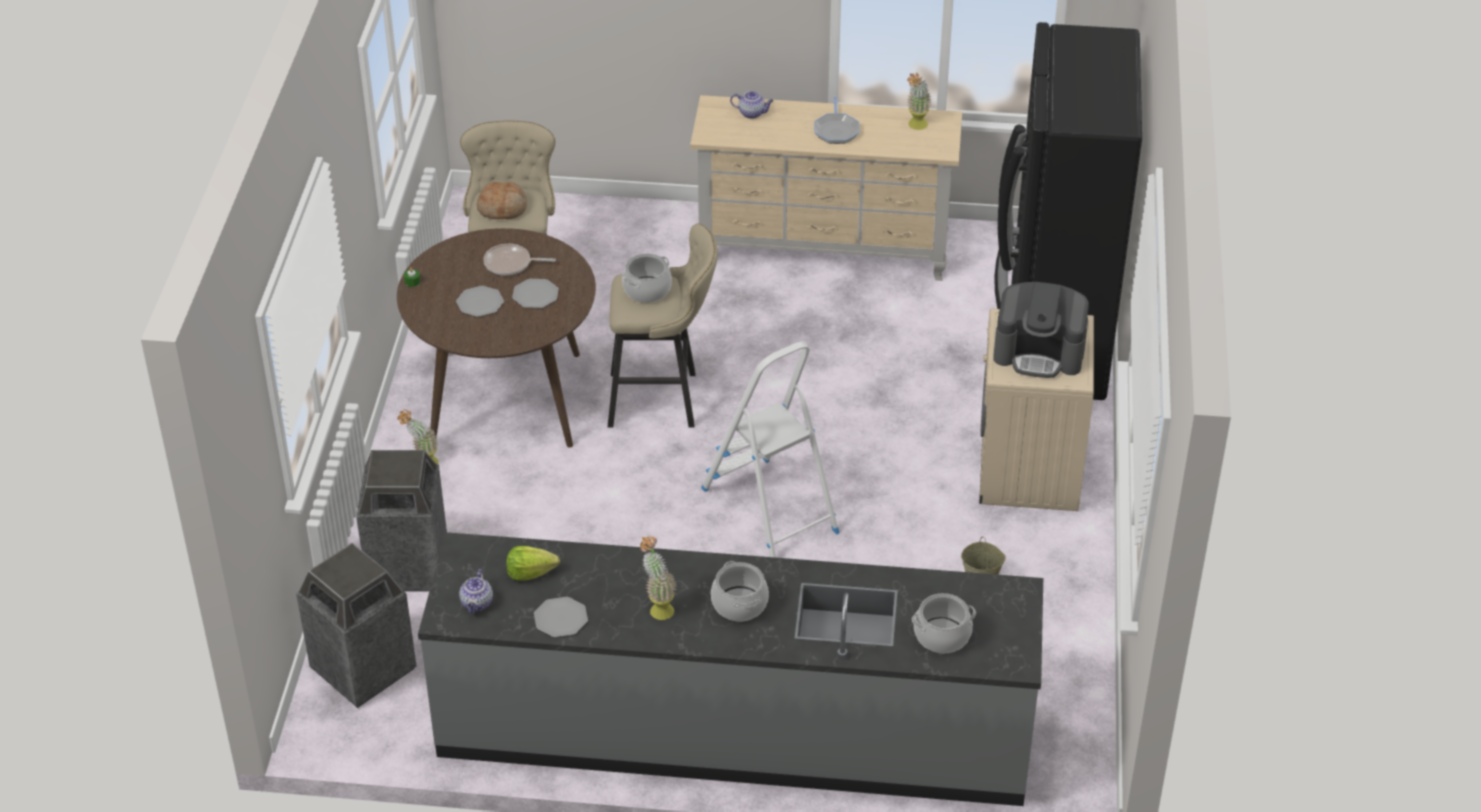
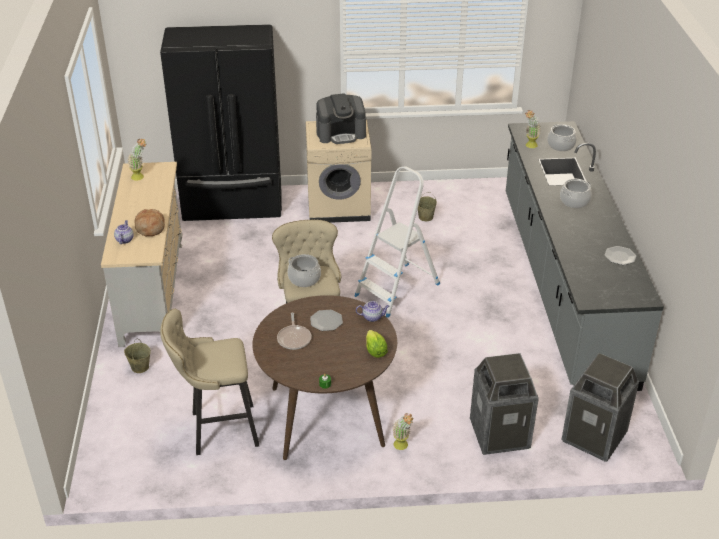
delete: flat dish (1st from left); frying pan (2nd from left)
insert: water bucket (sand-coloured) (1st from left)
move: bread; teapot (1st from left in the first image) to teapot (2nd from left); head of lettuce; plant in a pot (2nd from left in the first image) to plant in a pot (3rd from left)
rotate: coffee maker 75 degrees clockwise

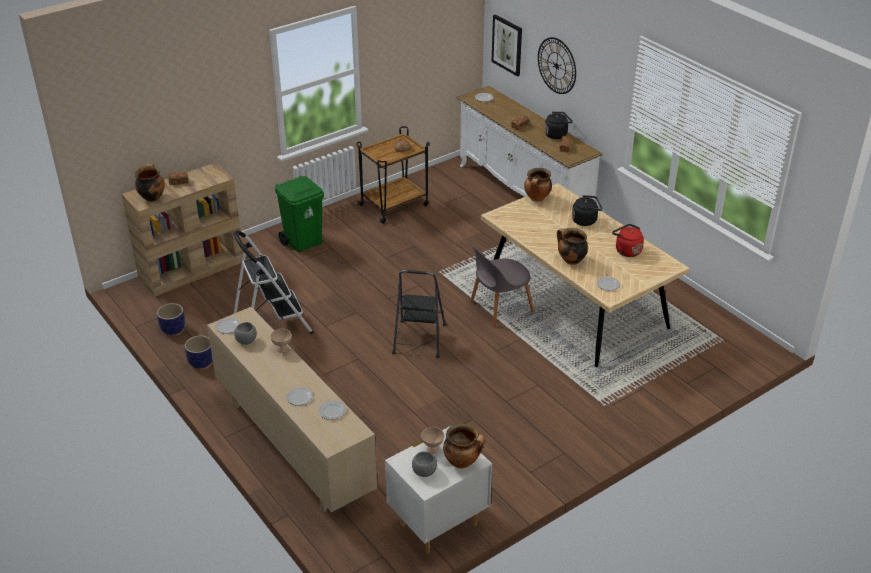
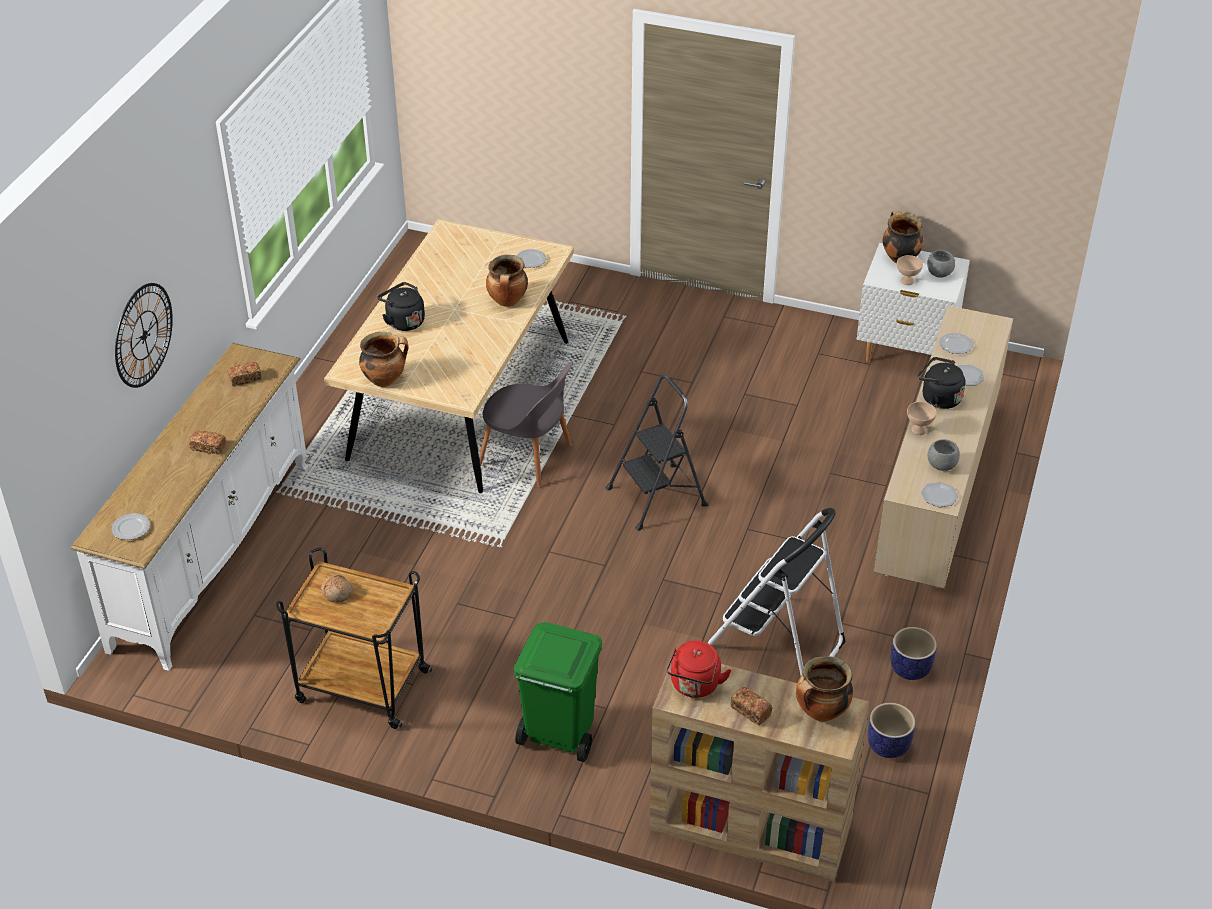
delete: picture
move: kettle (reddish); kettle (black) (1st from left in the first image) to kettle (black) (2nd from left)

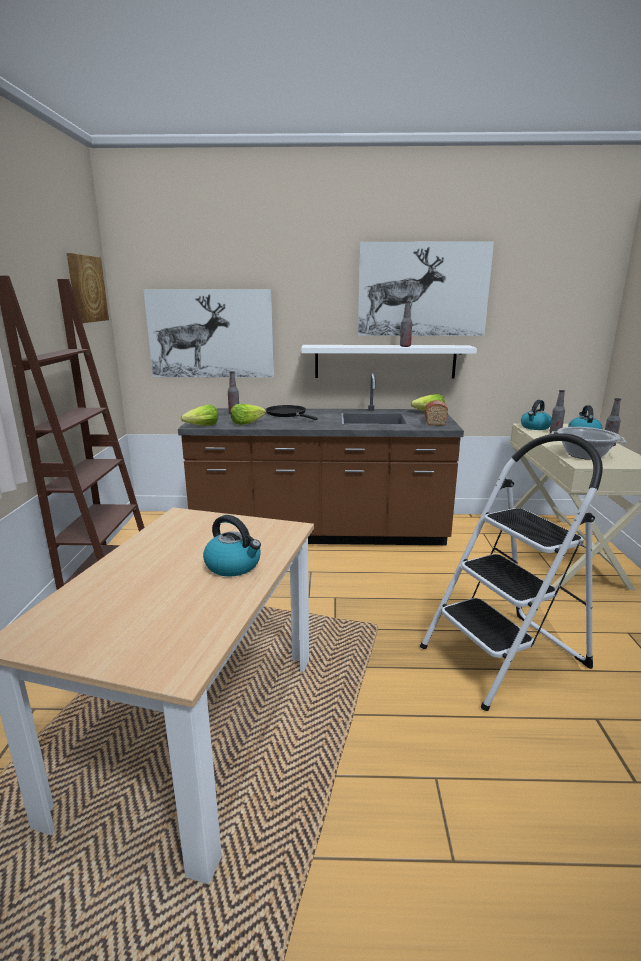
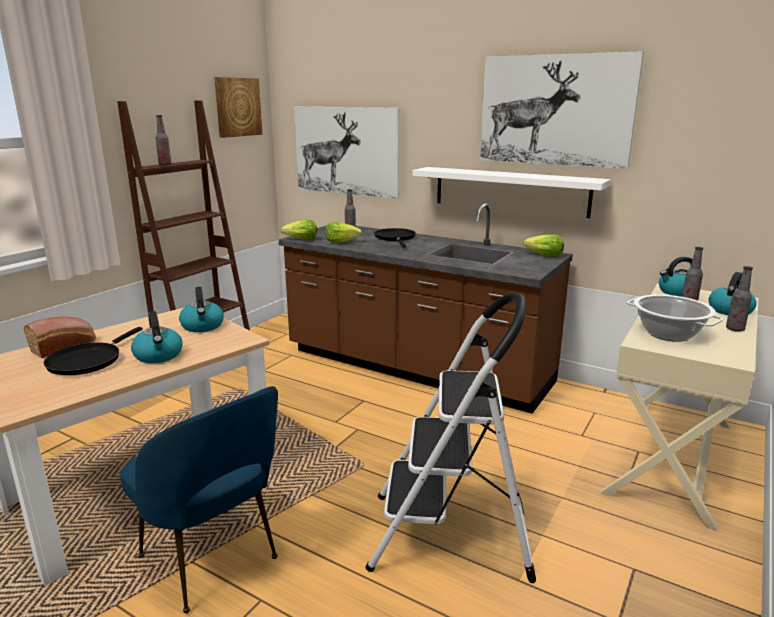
insert: frying pan (black) (1st from left); chair (blue); kettle (2nd from left)
move: bread; bottle (2nd from left in the first image) to bottle (1st from left)

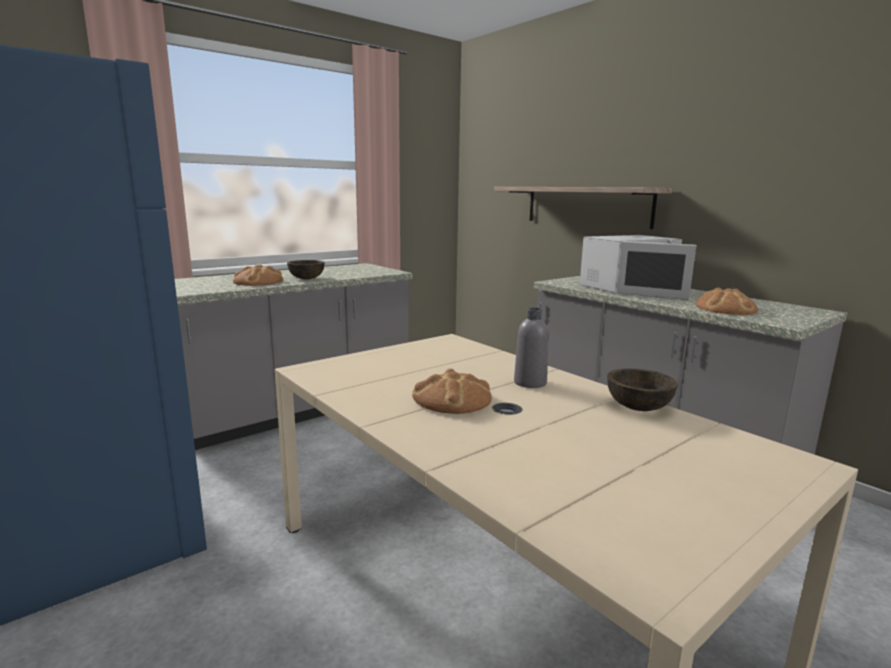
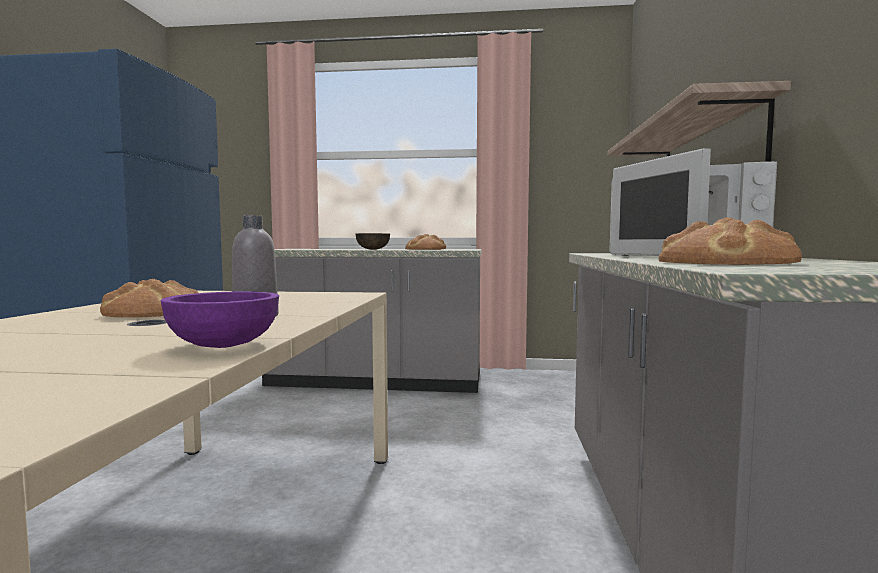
move: bread (1st from left in the first image) to bread (2nd from left)
recolor: serving bowl (brown-coloured) (2nd from left) to serving bowl (purple)

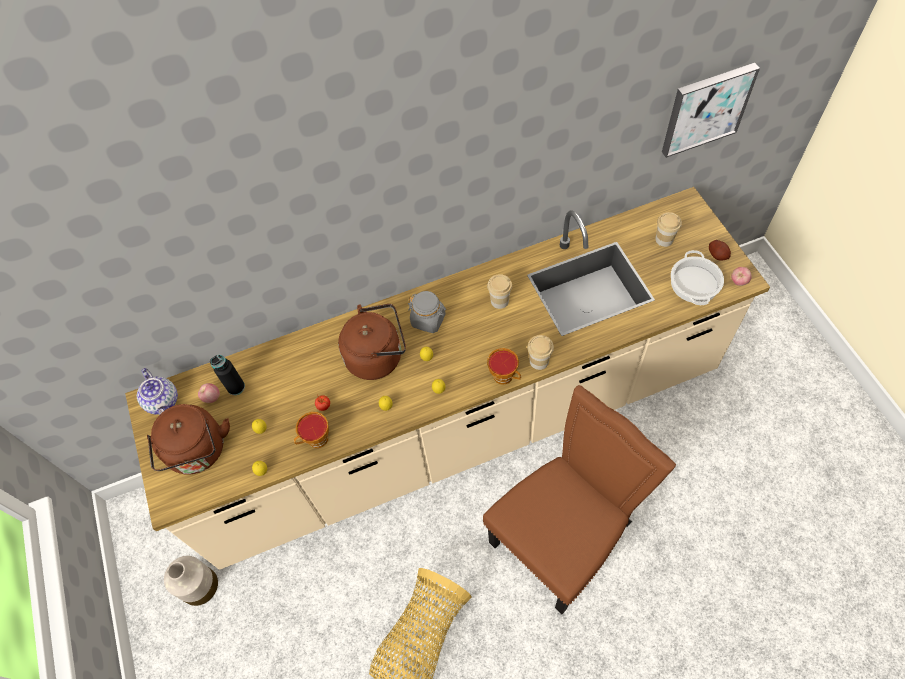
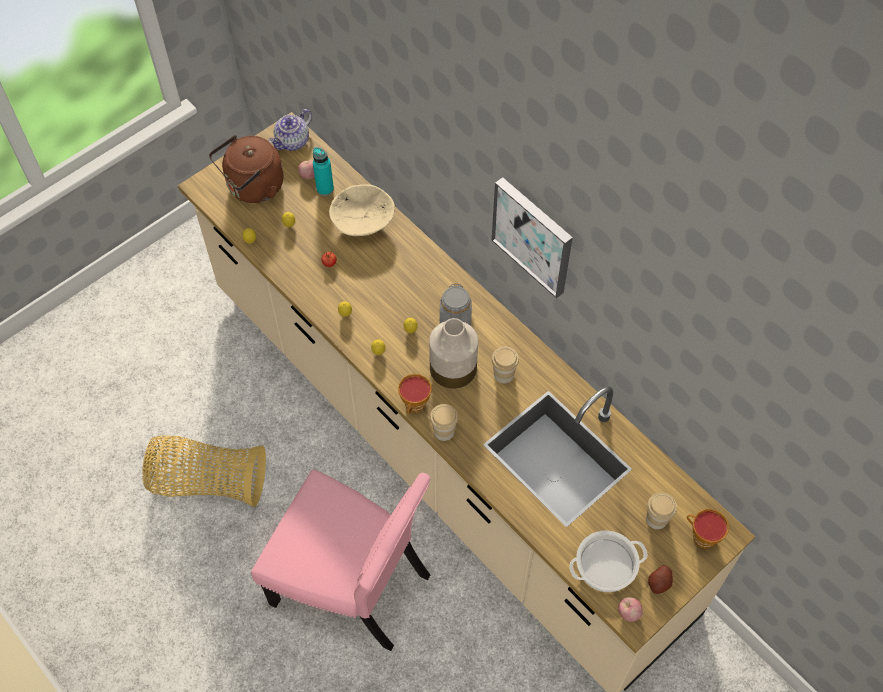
delete: kettle (brown-coloured) (2nd from left)
insert: serving bowl (sand-coloured)
move: vase (sand-coloured); picture; cup (1st from left in the first image) to cup (5th from left)
recolor: chair (brown-coloured) to chair (pink-coloured); bottle (black) to bottle (turquoise-coloured)

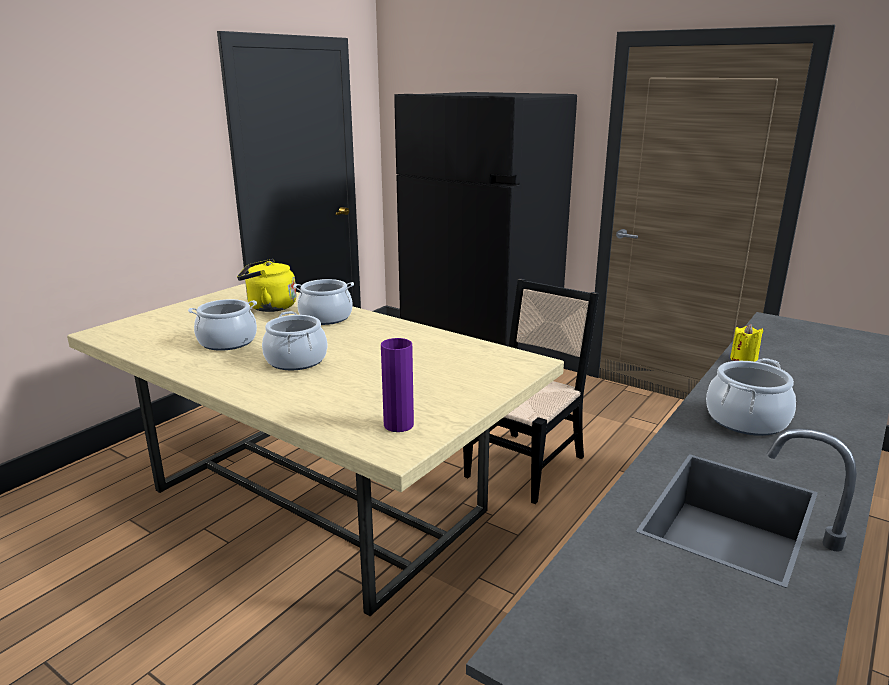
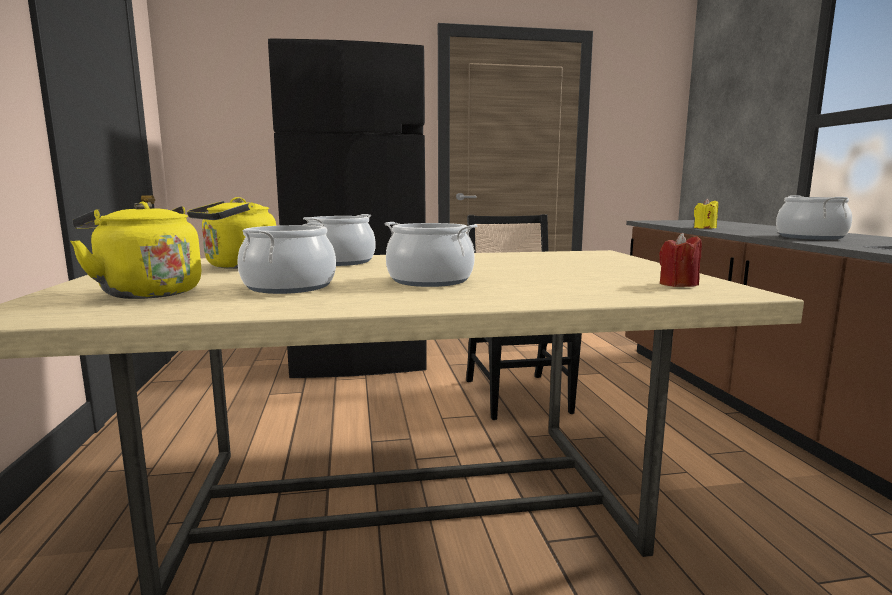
insert: kettle (yellow) (1st from left)
replace: vase (purple) to wax candle (reddish)

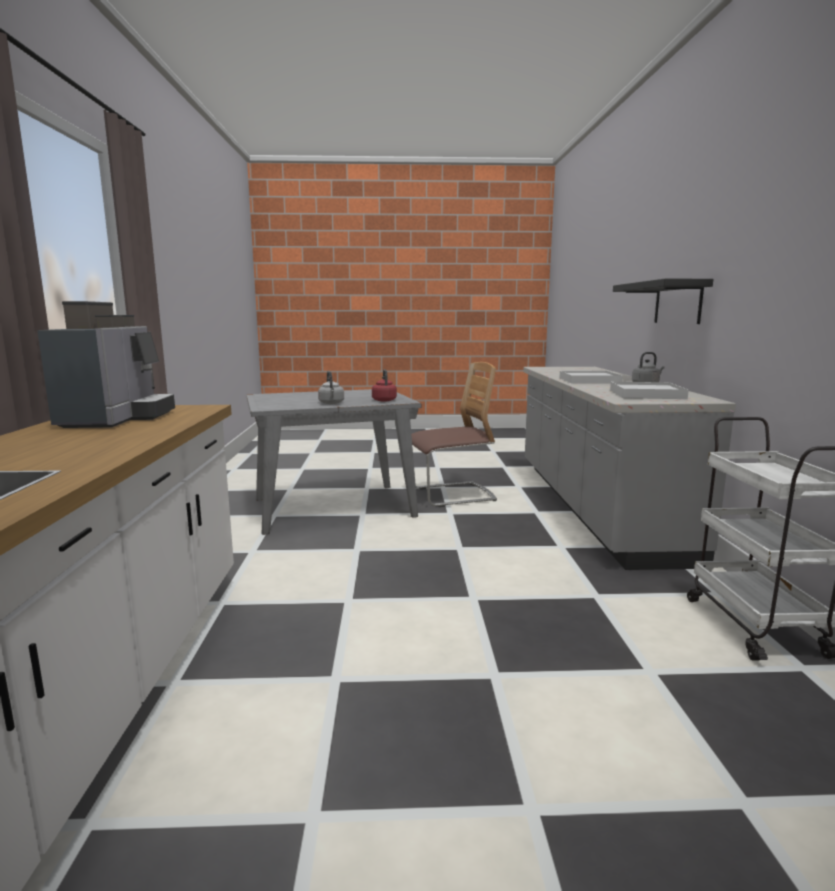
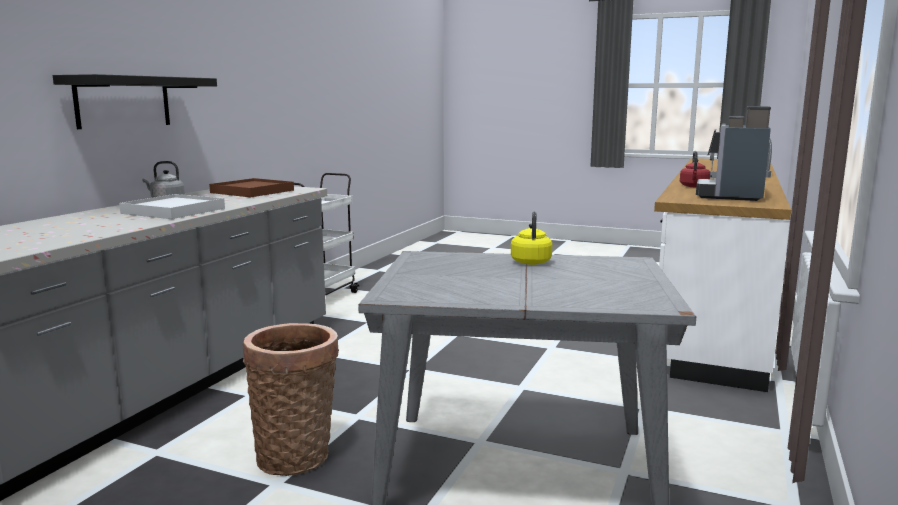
move: kettle (reddish)
replace: chair to storage basket
recolor: tray (whitish) (2nd from left) to tray (brown-coloured); kettle (gray) (1st from left) to kettle (yellow)

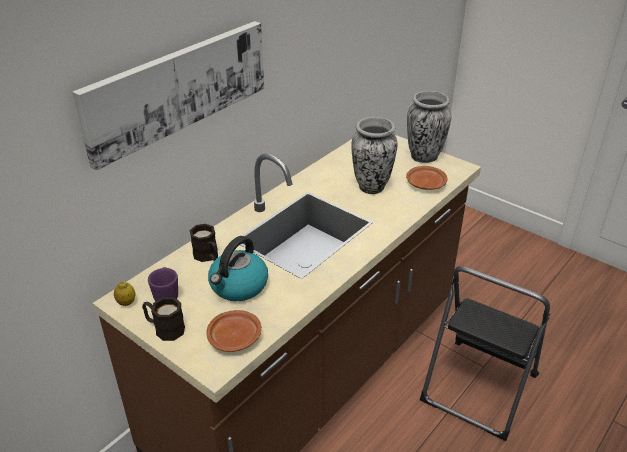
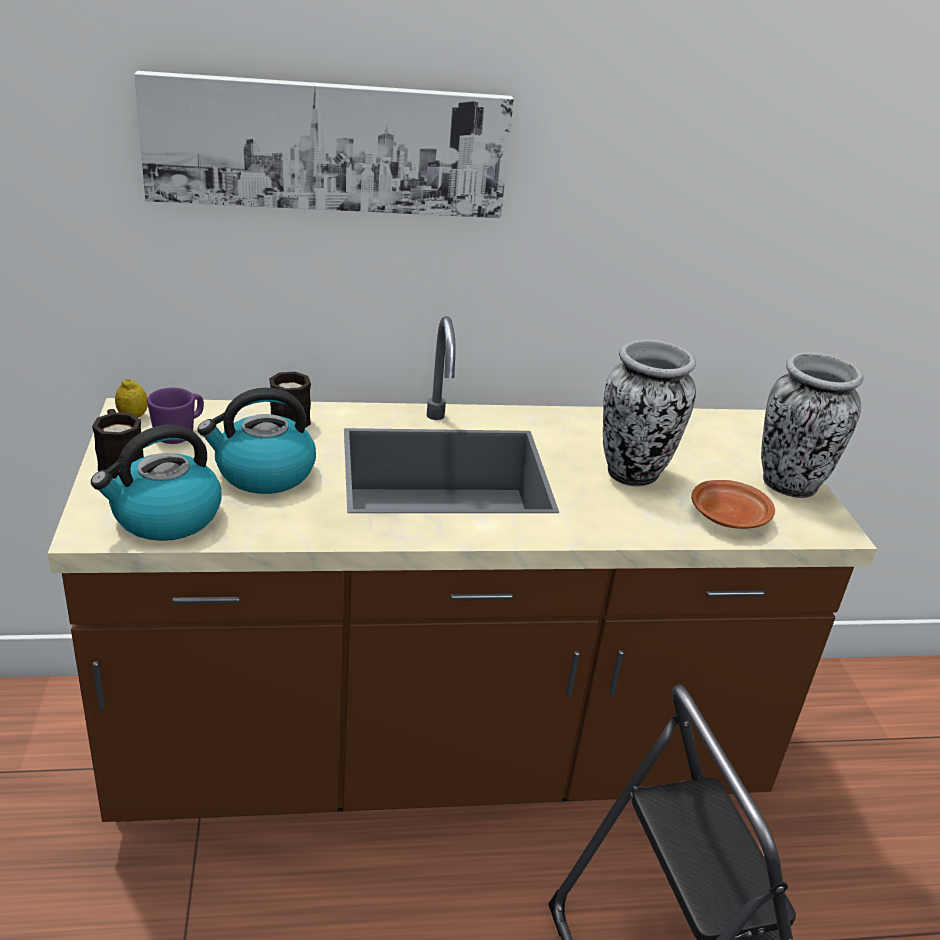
replace: flat dish (brown-coloured) (1st from left) to kettle (1st from left)

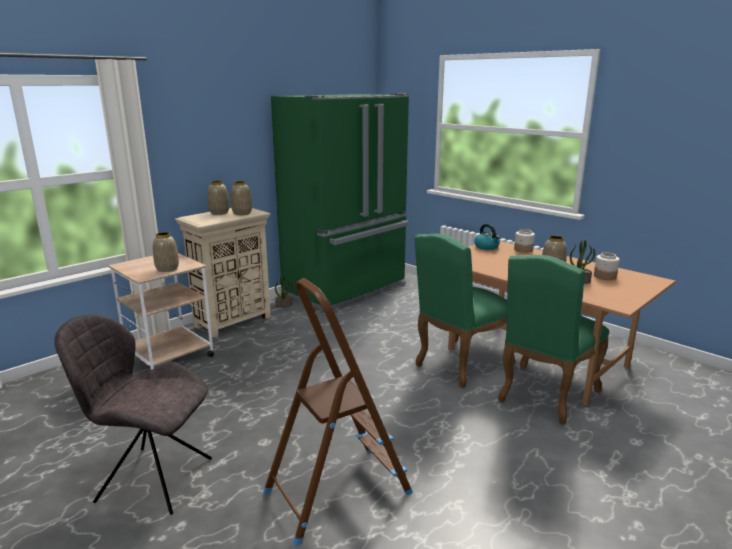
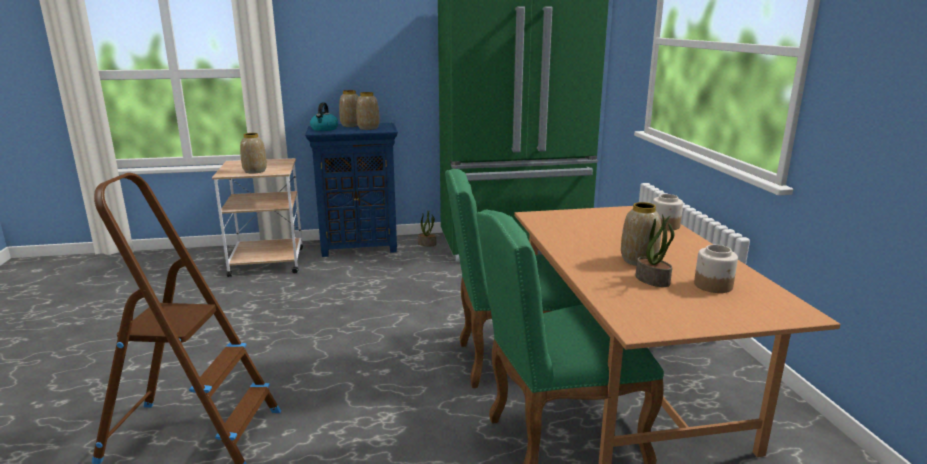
delete: chair (gray)
move: kettle
recolor: cupboard (sand-coloured) to cupboard (blue)

